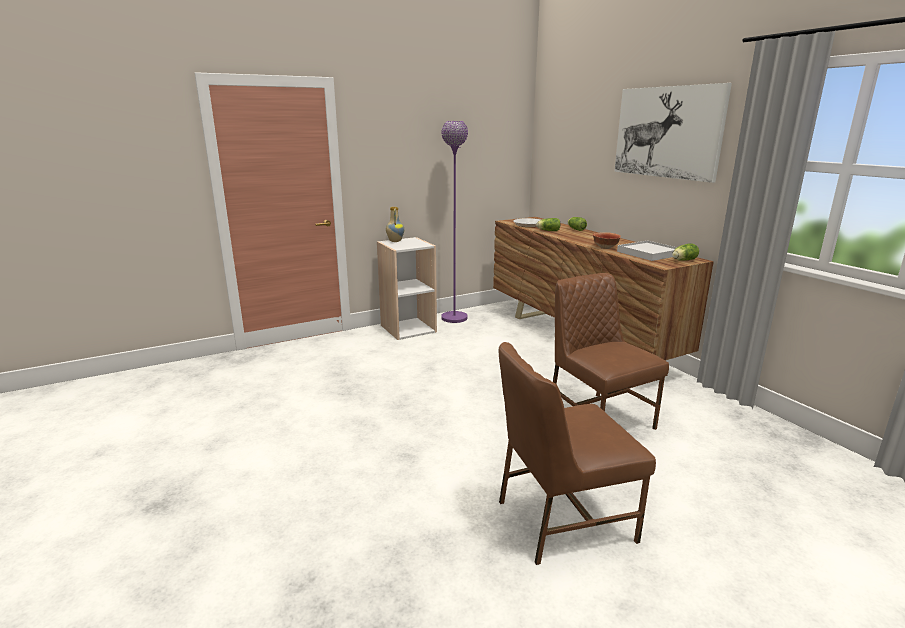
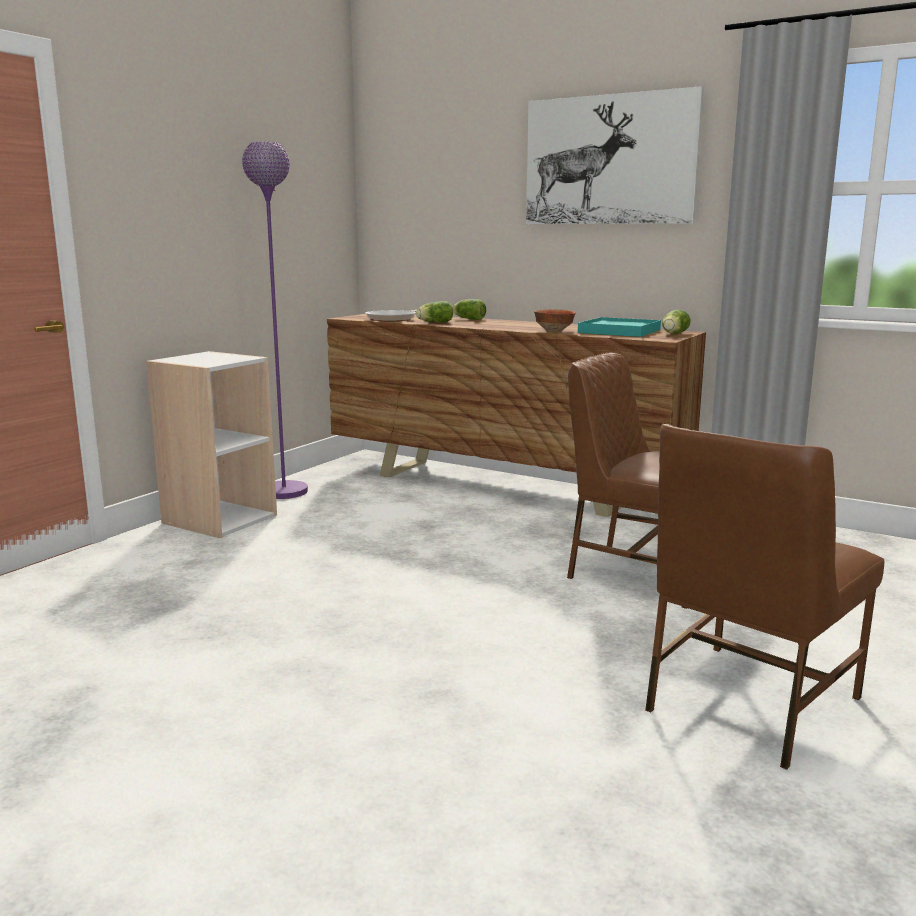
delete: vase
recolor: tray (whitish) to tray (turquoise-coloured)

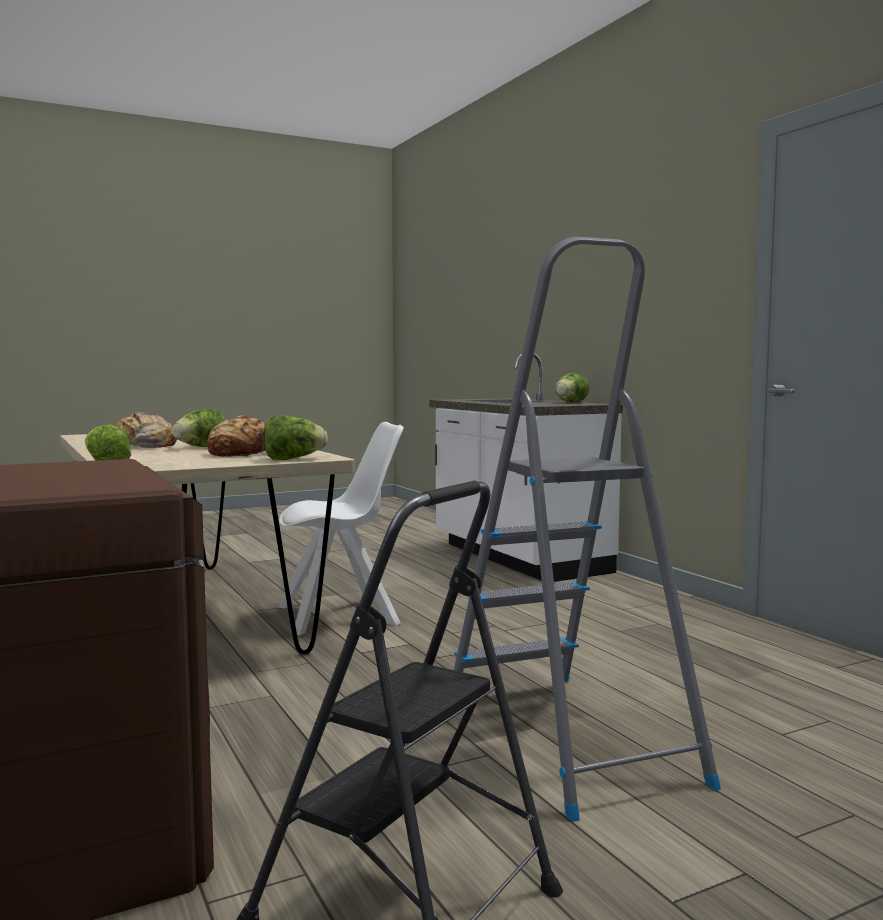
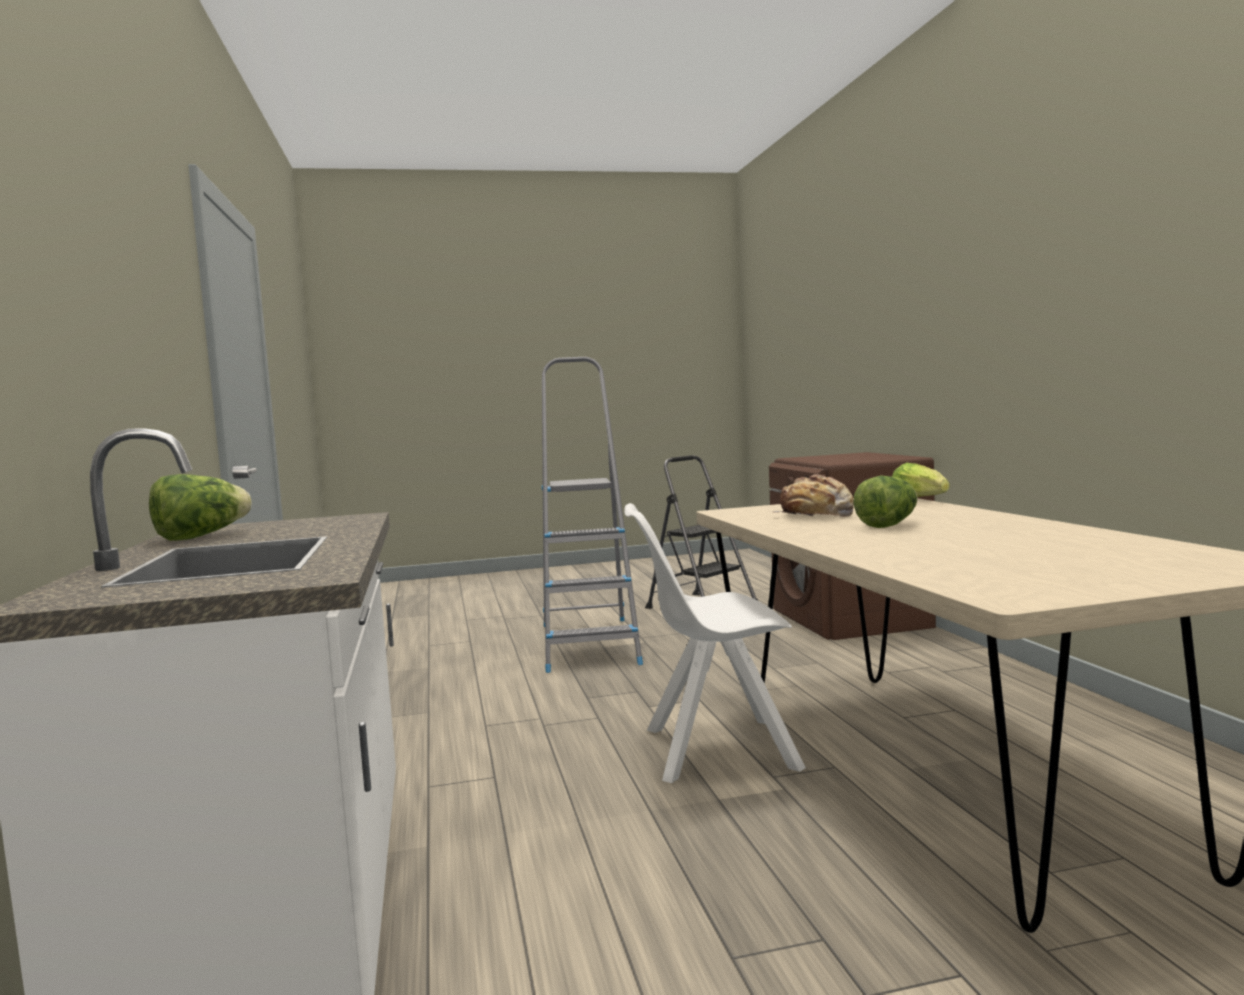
delete: bread (1st from left); head of lettuce (3rd from left)

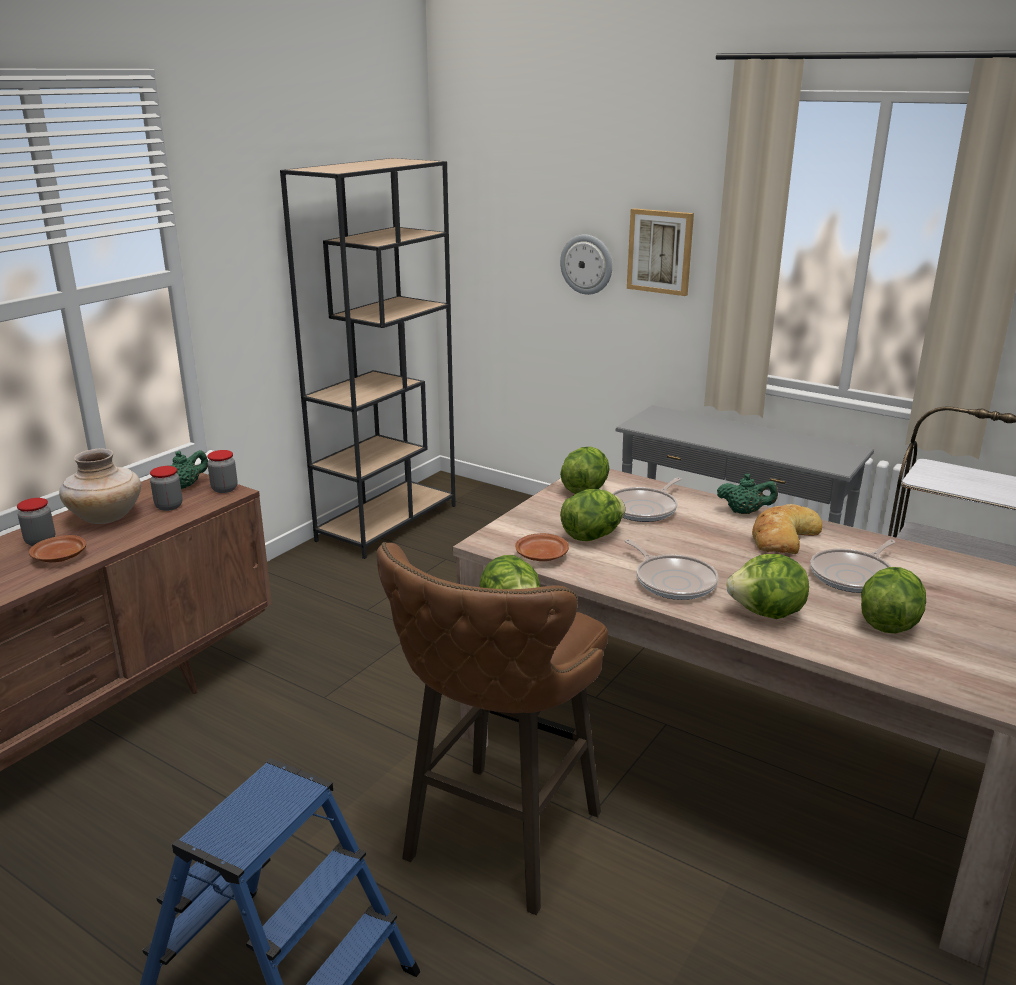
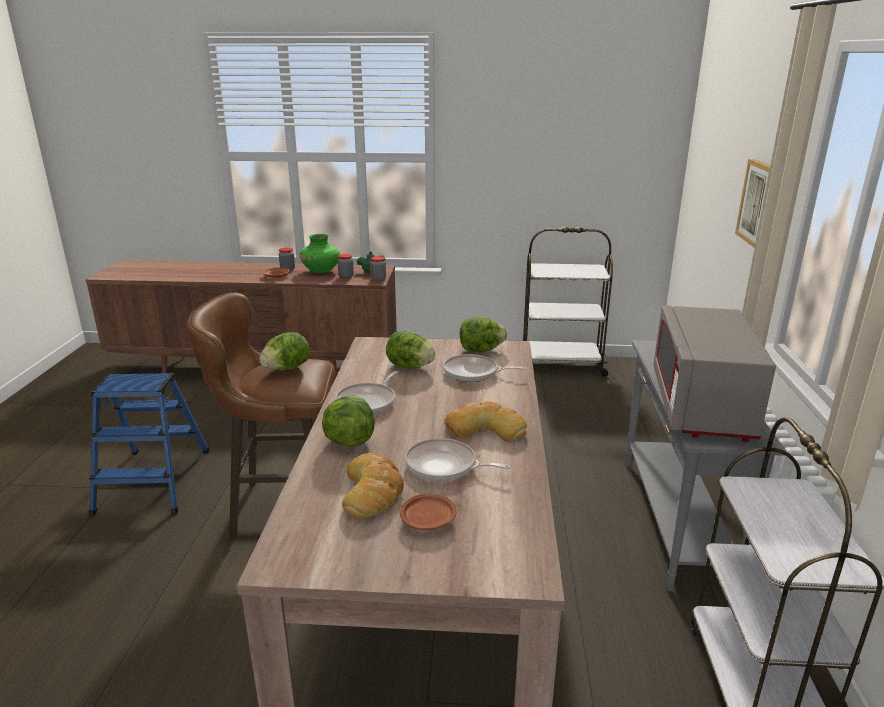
delete: hanging clock; teapot (greenish) (2nd from left)
insert: kitchen microwave (gray)
move: flat dish (brown-coloured) (2nd from left)
replace: head of lettuce (5th from left) to bread (1st from left); shelving unit to cart (whitish) (1st from left)
recolor: vase (sand-coloured) to vase (greenish)

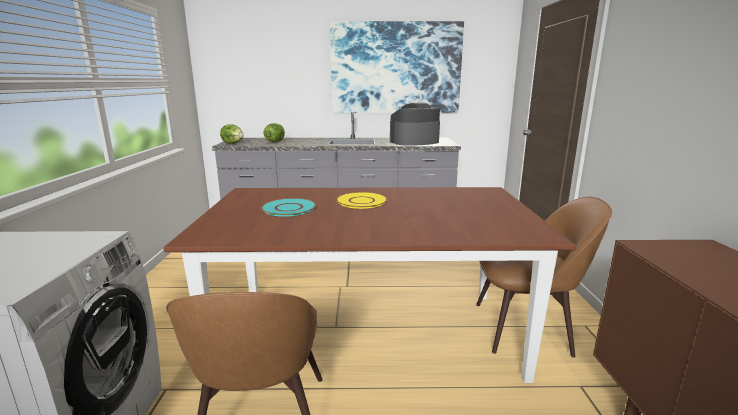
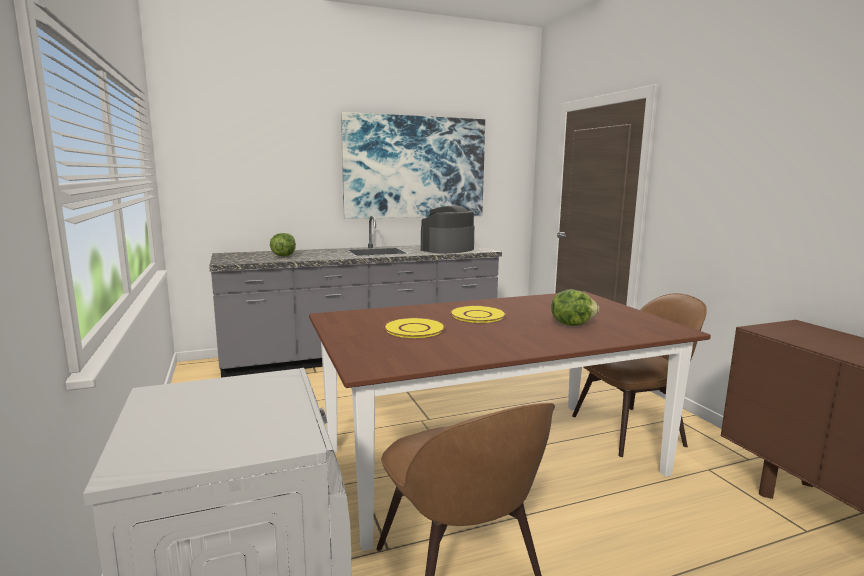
move: head of lettuce (1st from left in the first image) to head of lettuce (2nd from left)
recolor: flat dish (turquoise-coloured) to flat dish (yellow) (1st from left)

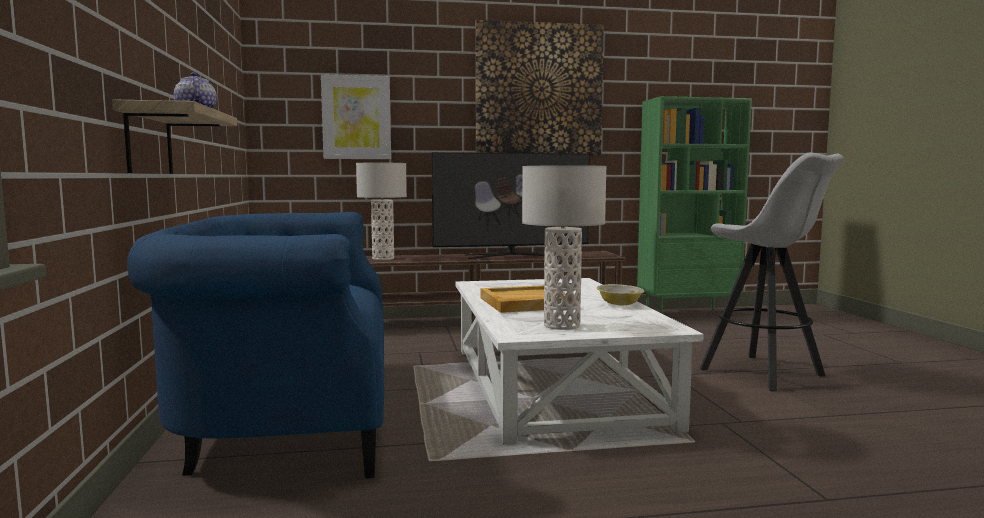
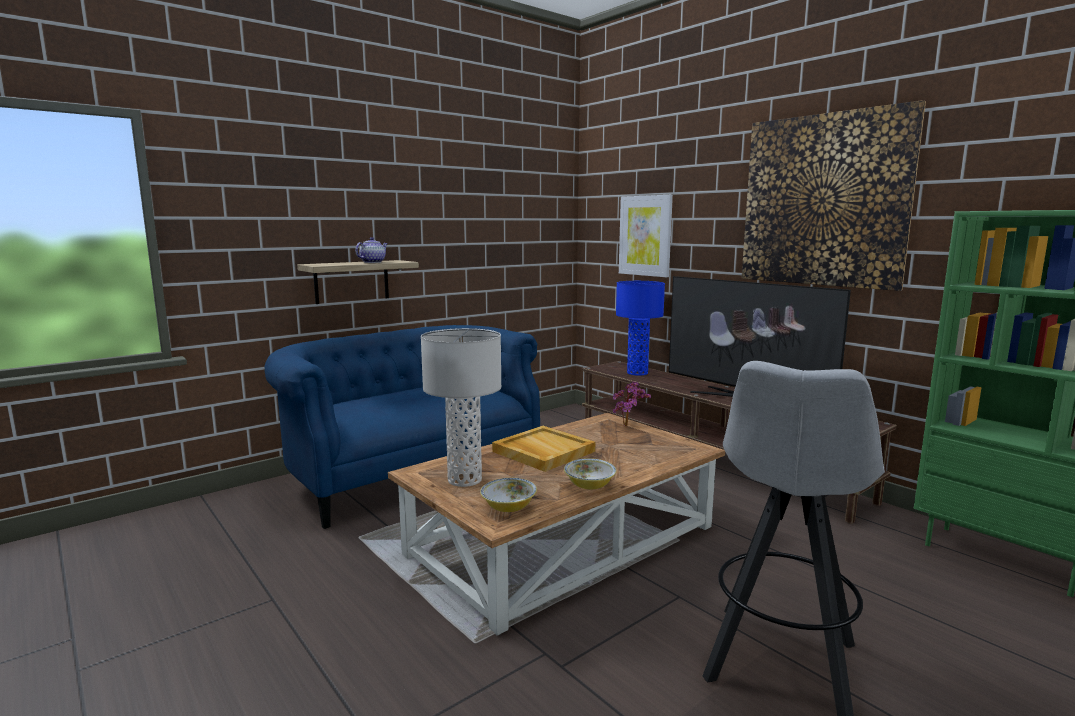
insert: serving bowl (1st from left); plant in a pot
recolor: coffee table (whitish) to coffee table (brown-coloured); lamp for a table (whitish) (1st from left) to lamp for a table (blue)

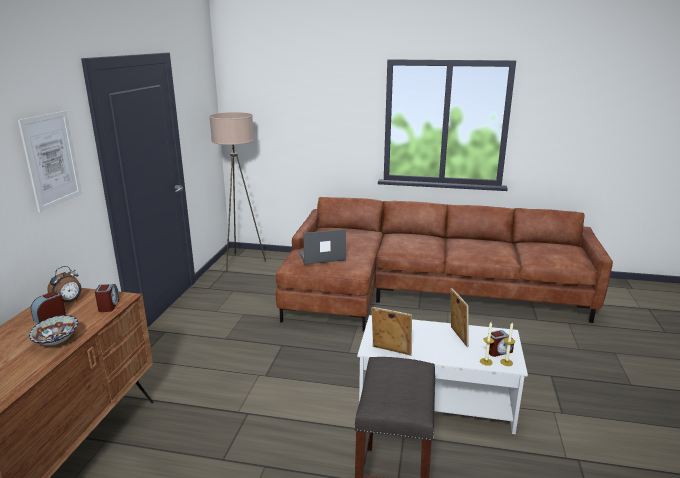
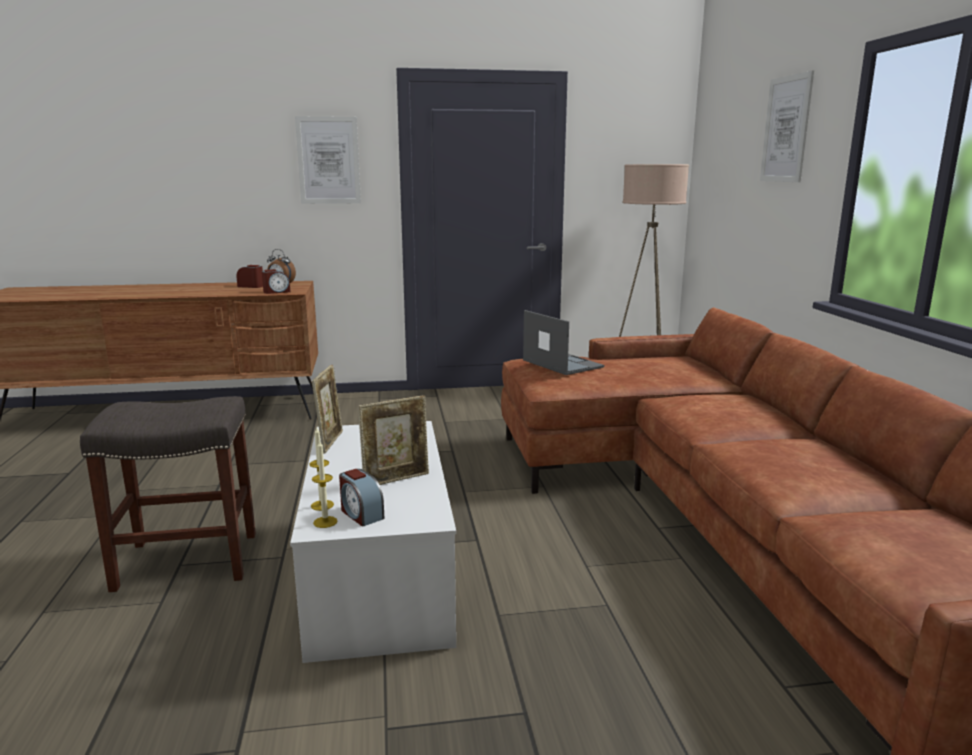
delete: serving bowl
insert: picture (2nd from left)

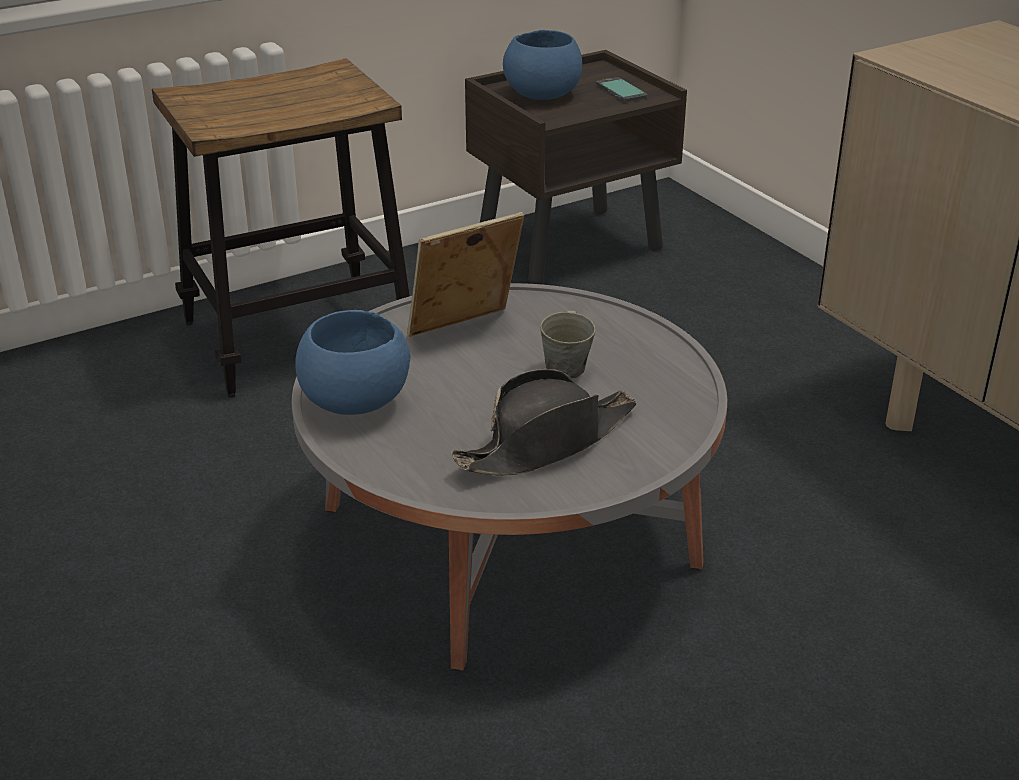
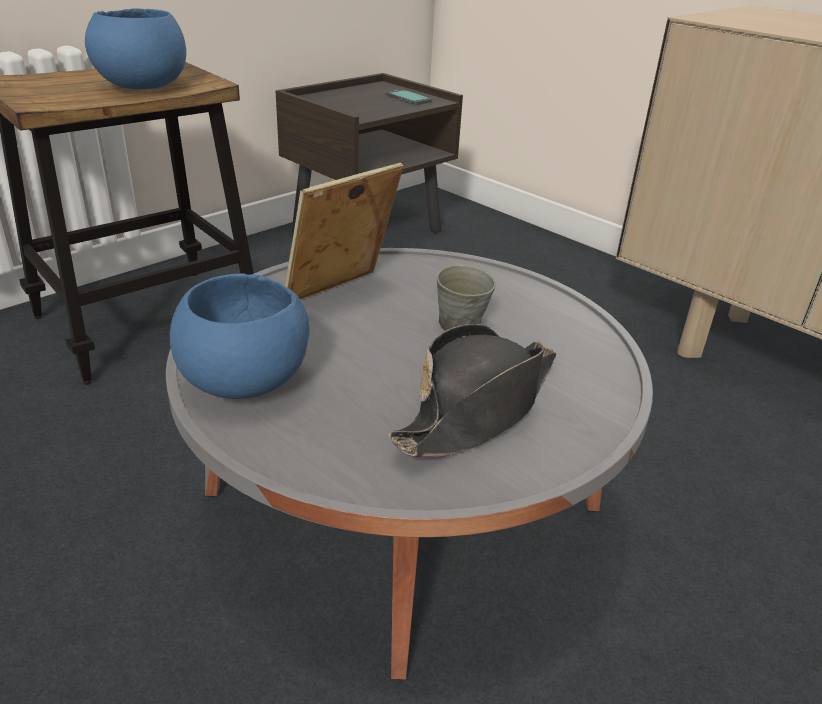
move: serving bowl (blue) (2nd from left in the first image) to serving bowl (blue) (1st from left)

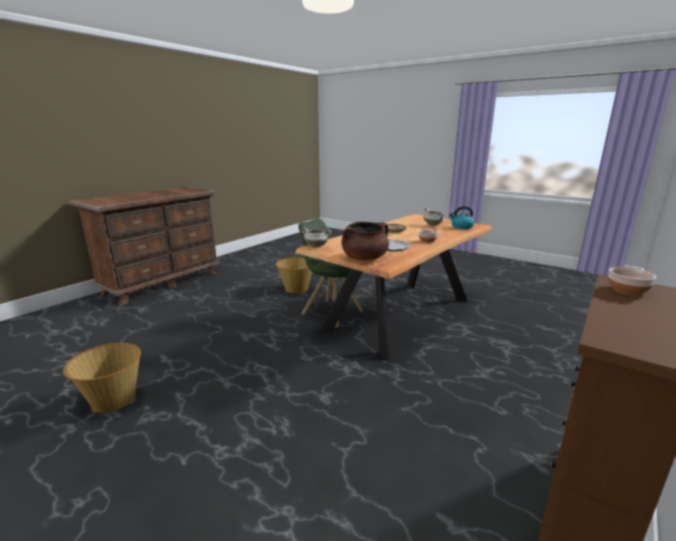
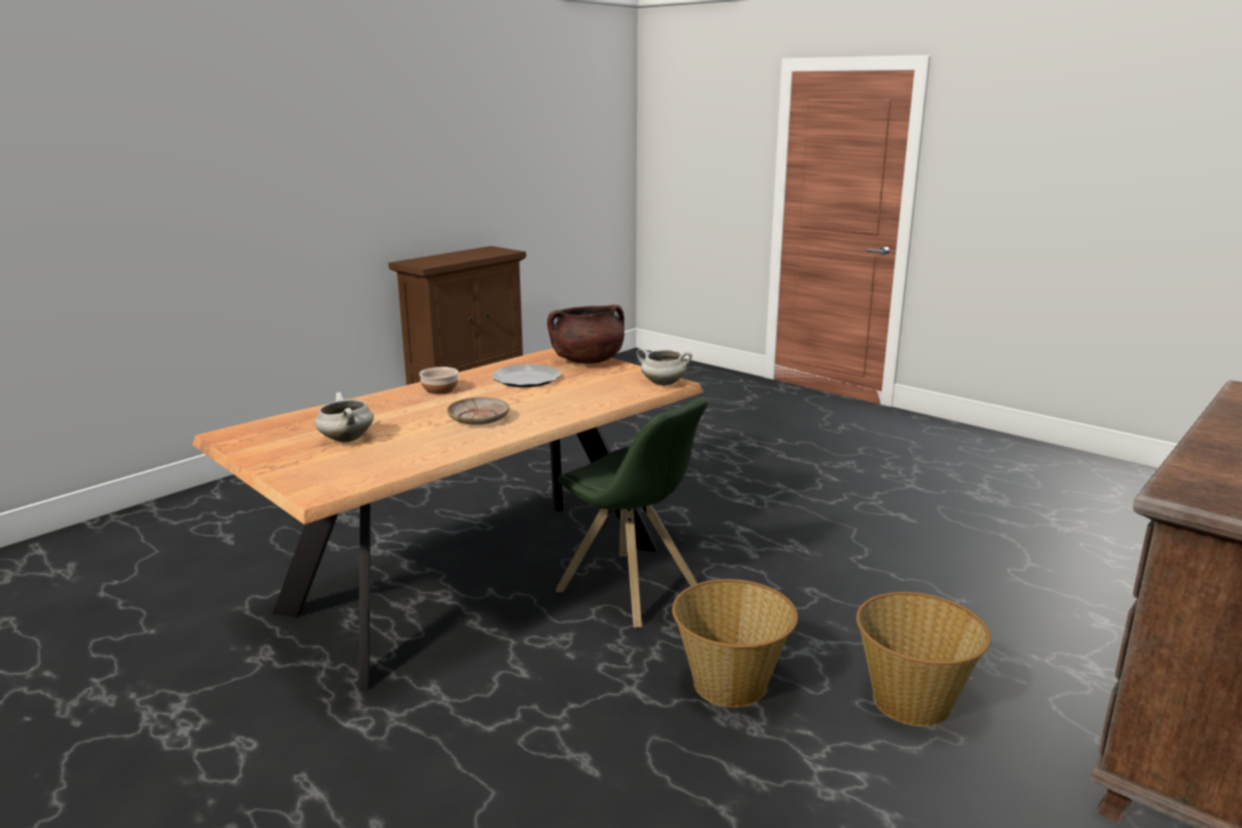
delete: kettle; serving bowl (2nd from left)
move: storage basket (1st from left in the first image) to storage basket (2nd from left)

